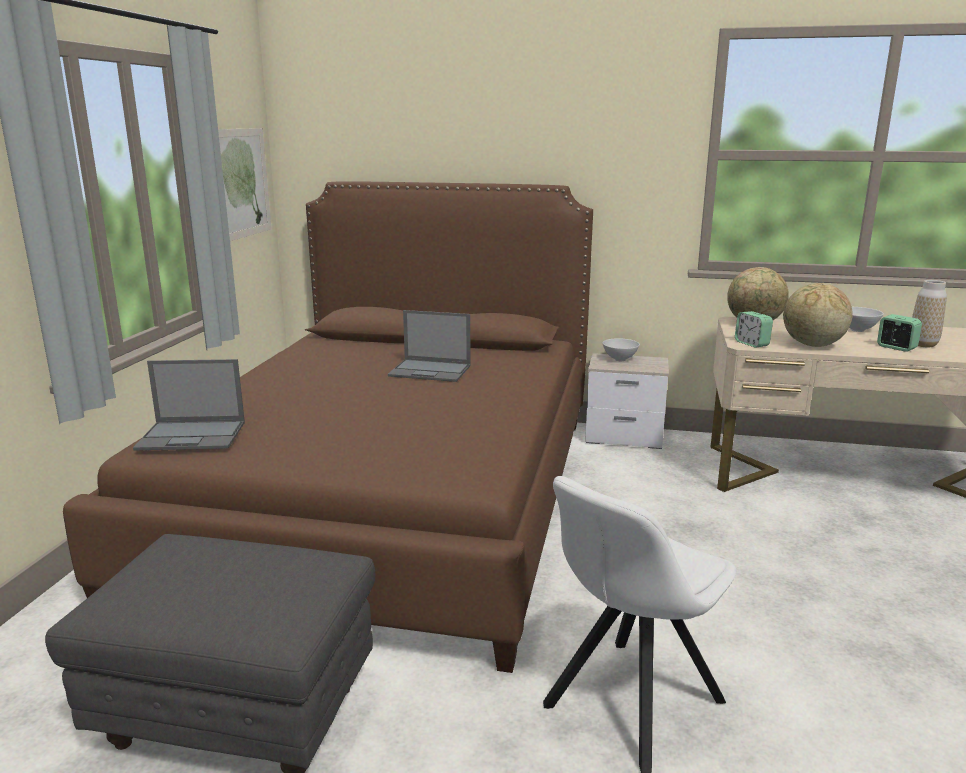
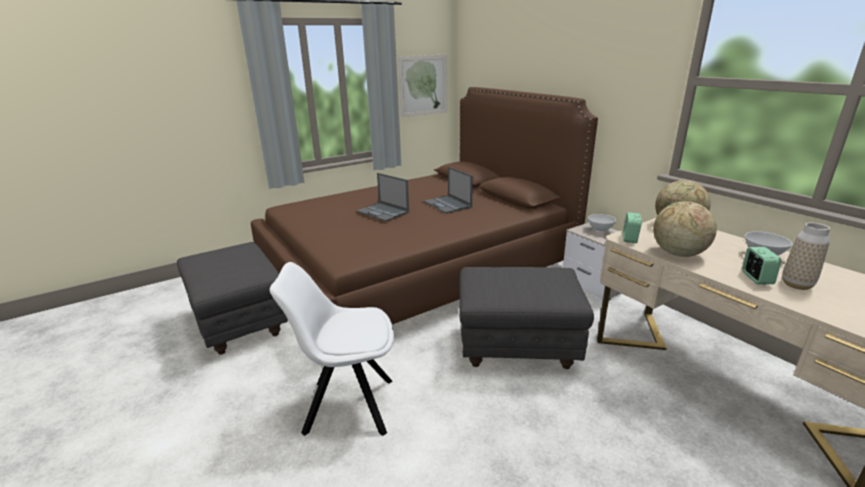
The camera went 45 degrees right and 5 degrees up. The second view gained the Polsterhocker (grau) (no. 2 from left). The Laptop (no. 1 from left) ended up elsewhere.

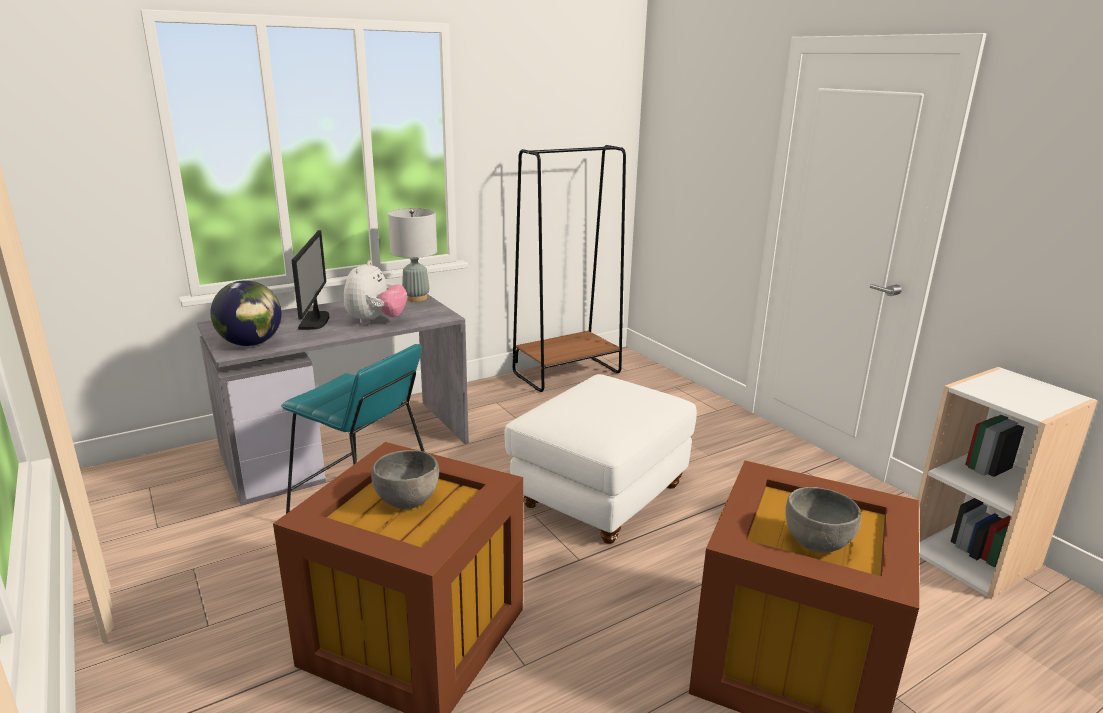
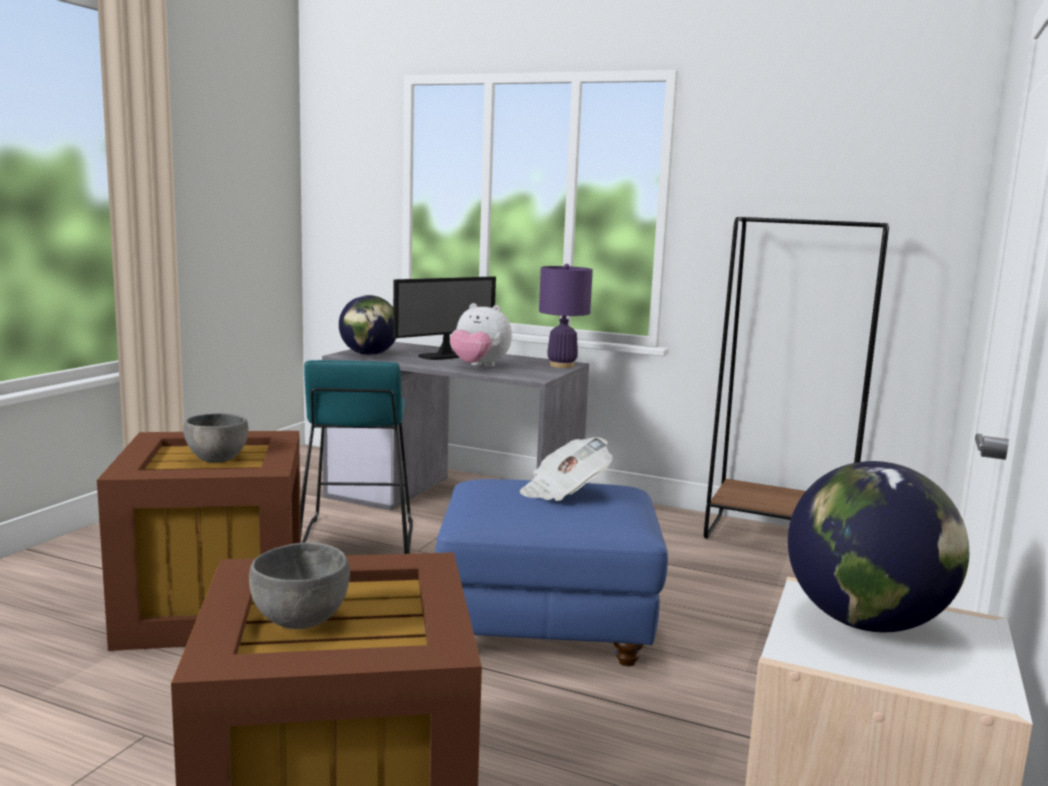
The camera went 55 degrees right and 10 degrees down. The second view gained the Zeitung. The second view gained the Globus (no. 2 from left). What was the Tischlampe (grau) turned into the Tischlampe (lila). What was the Polsterhocker (weiß) turned into the Polsterhocker (blau). The Plüschtier ended up facing another way, 45 degrees clockwise from before.

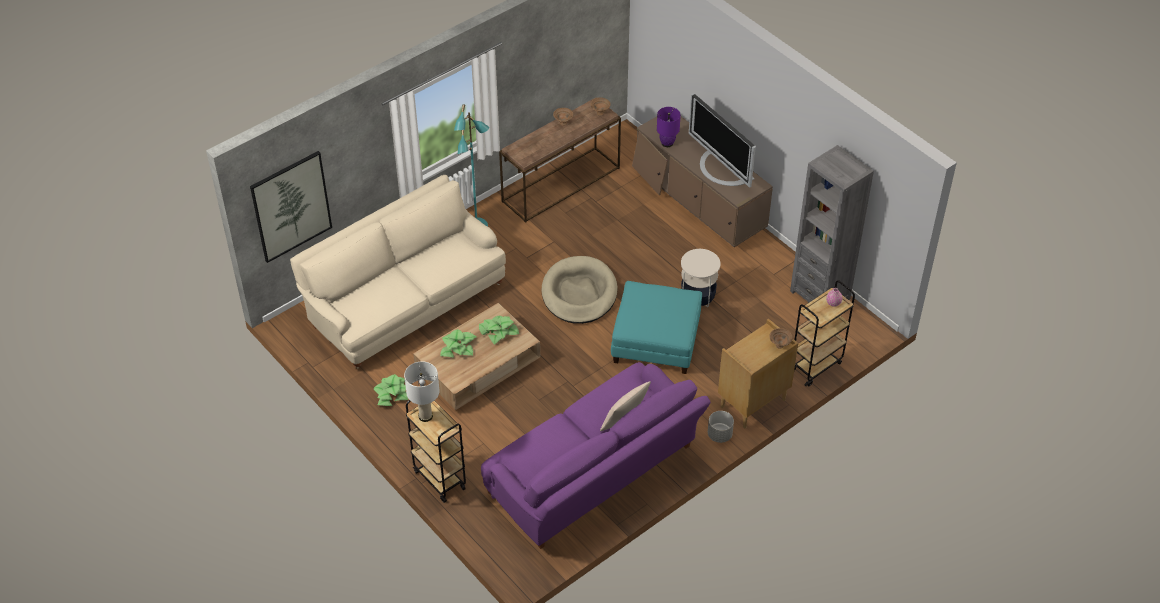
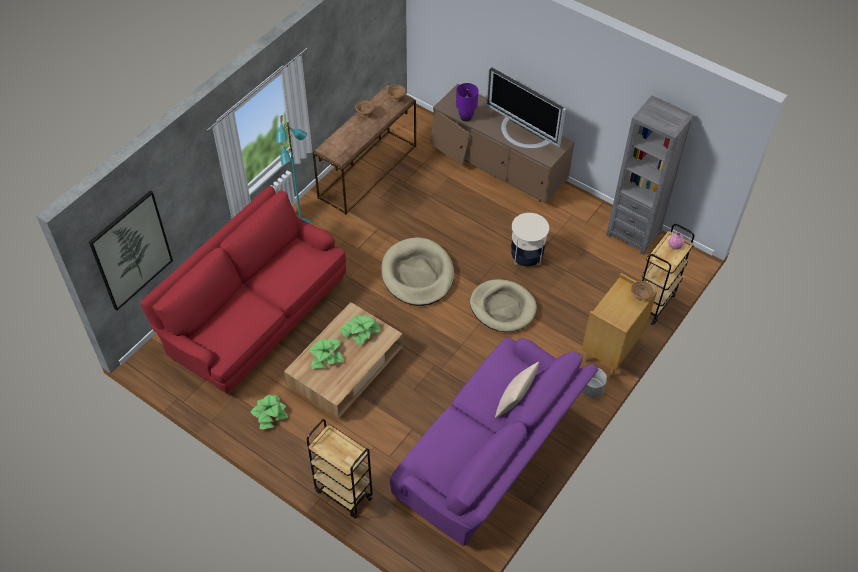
The camera went 15 degrees left and 5 degrees up. The second view lost the Tischlampe (weiß). Where the Polsterhocker (türkis) stood, the Hundebett (beige) (no. 2 from left) came to stand. What was the Sofa (beige) turned into the Sofa (rot).

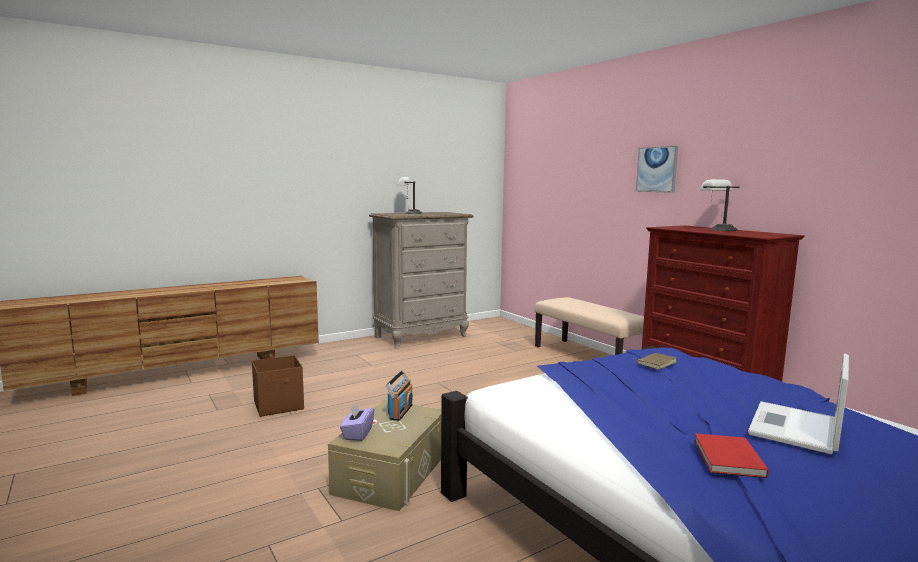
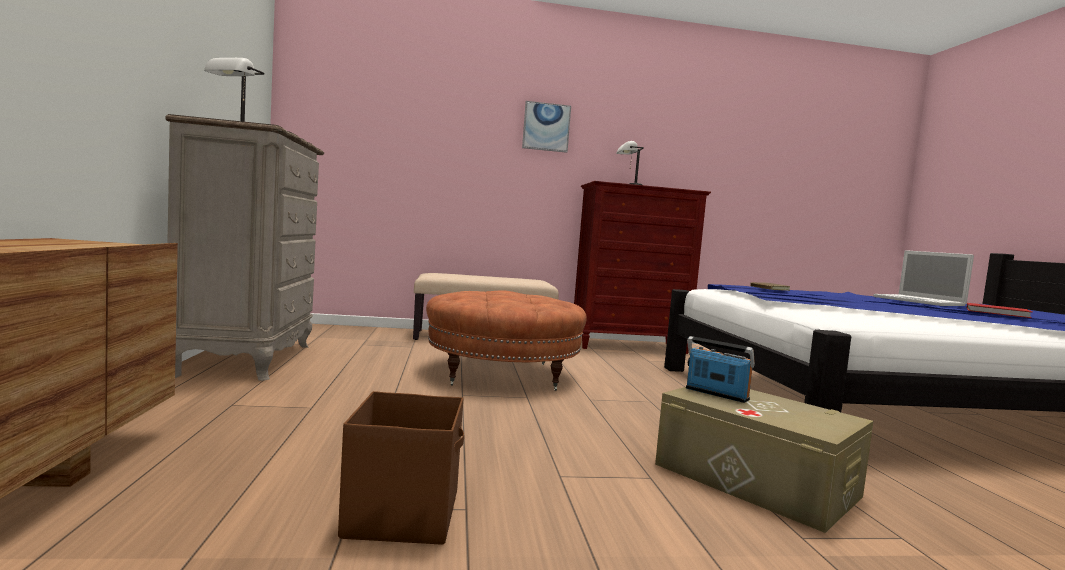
The camera went 65 degrees left and 5 degrees down. The second view lost the Taschentuchbox (lila). The second view gained the Polsterhocker (braun).

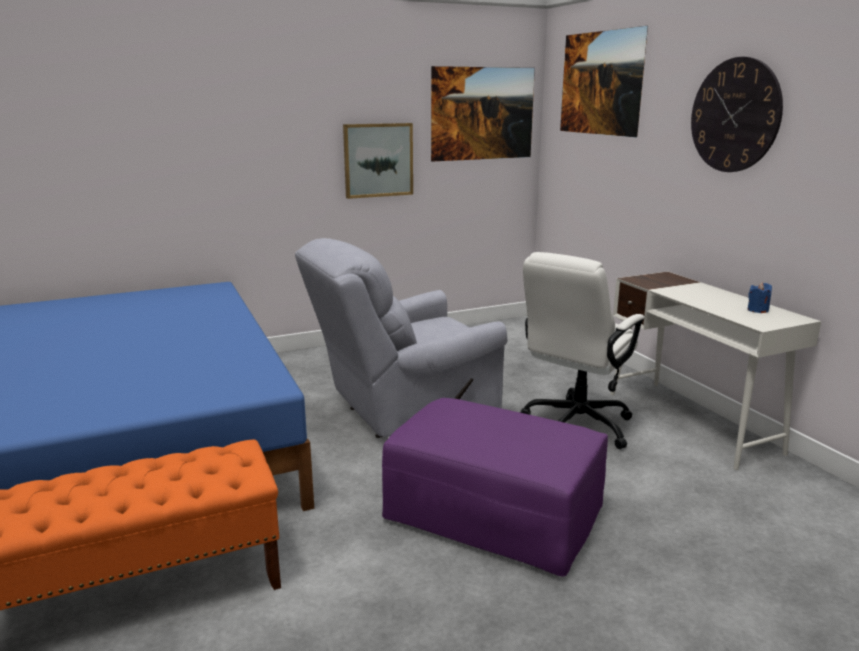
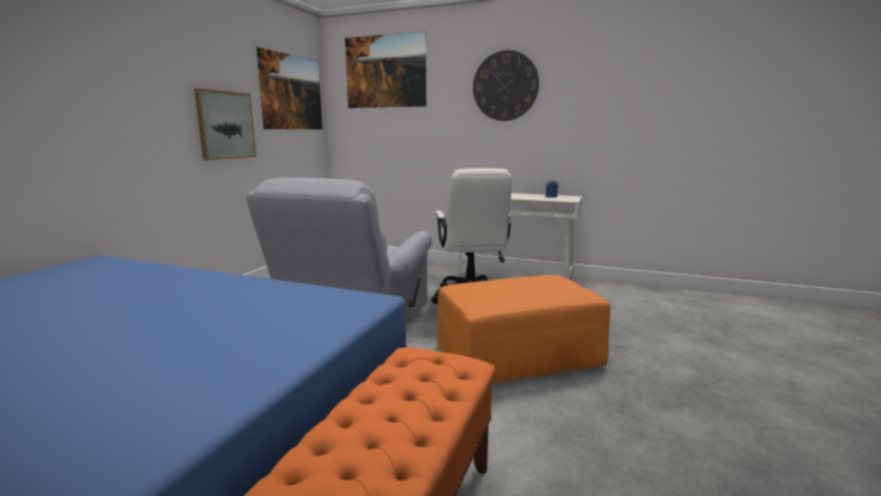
The camera went 45 degrees left and 5 degrees down. What was the Polsterhocker (lila) turned into the Polsterhocker (orange).

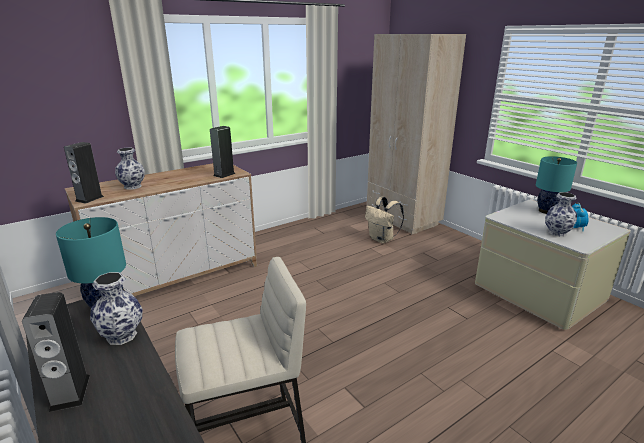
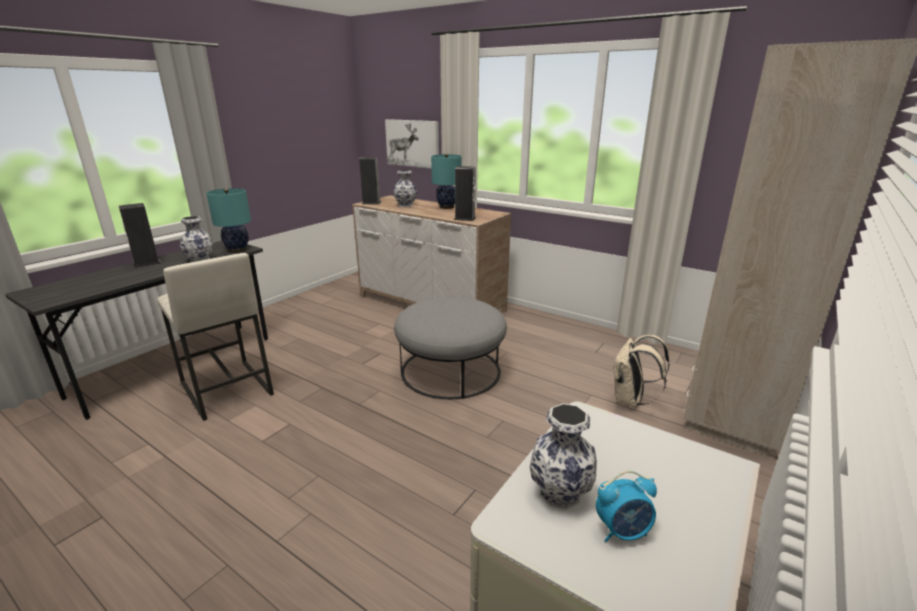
The camera went 70 degrees right and 0 degrees up. The second view gained the Bild. The second view gained the Polsterhocker (grau). The Tischlampe (türkis) (no. 2 from left) ended up elsewhere.

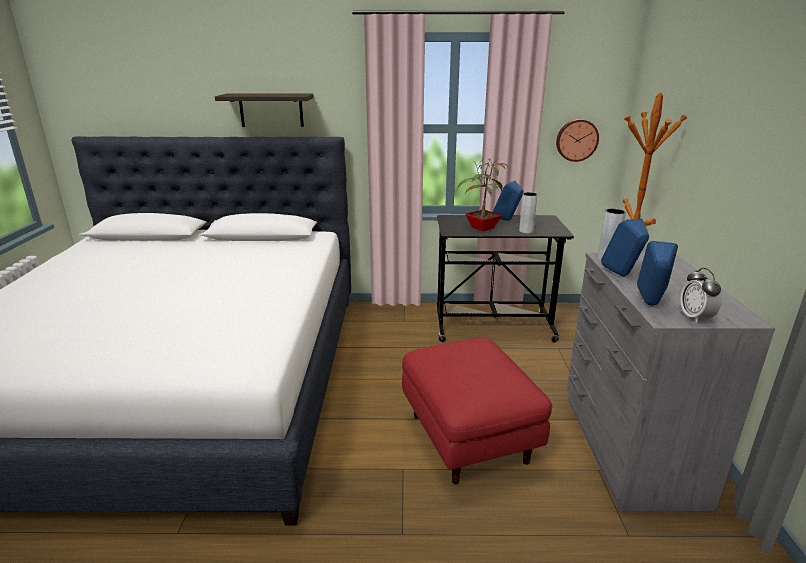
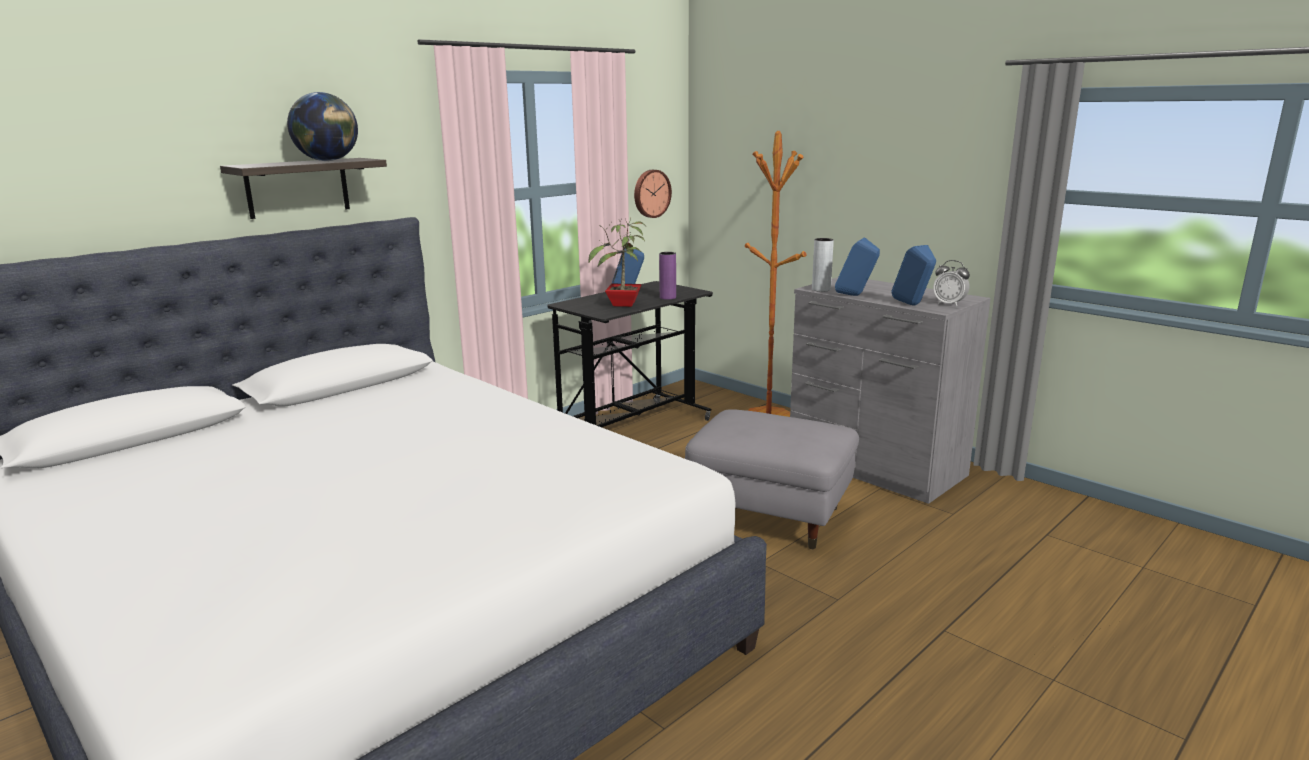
The camera went 45 degrees left and 5 degrees down. The second view gained the Globus. What was the Polsterhocker (rot) turned into the Polsterhocker (grau). What was the Vase (grau) (no. 1 from left) turned into the Vase (lila).

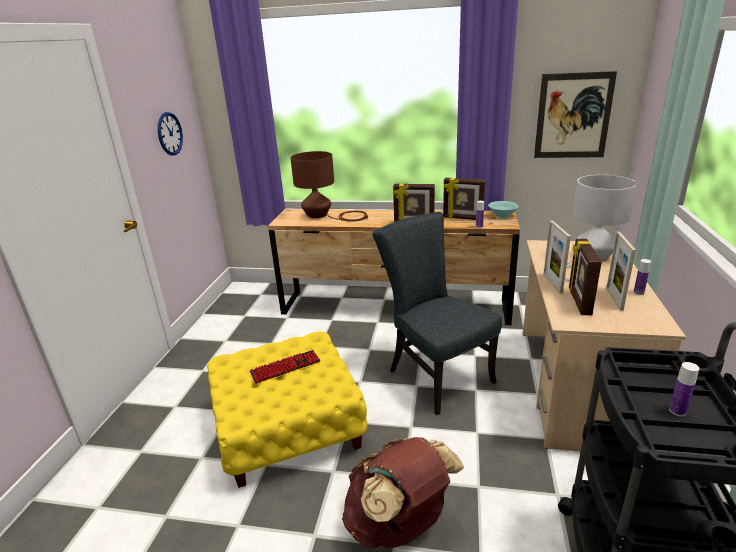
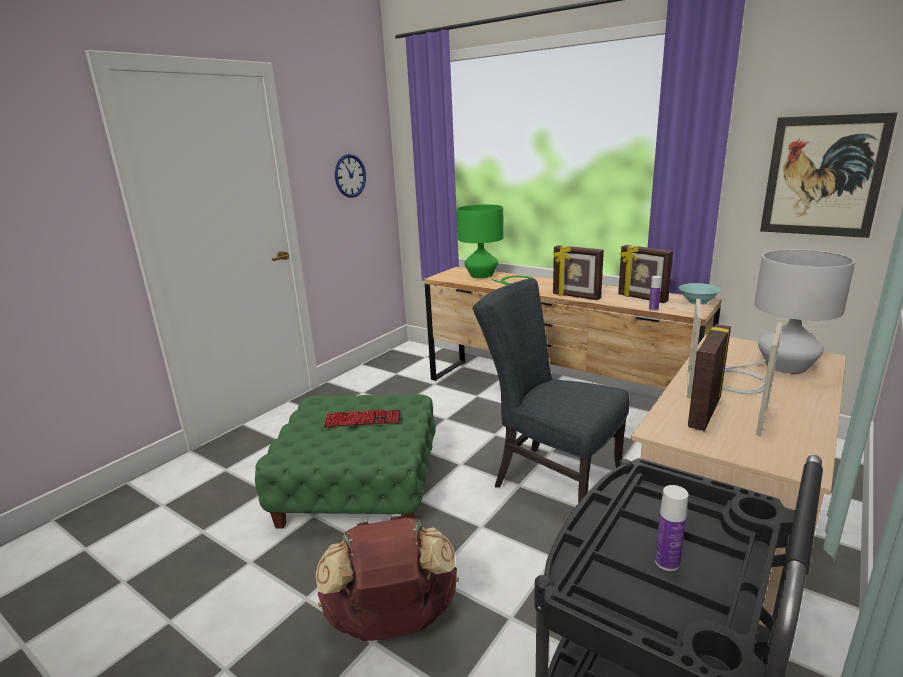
The camera went 25 degrees right and 5 degrees down. The second view lost the Flasche (no. 2 from left). What was the Polsterhocker (gelb) turned into the Polsterhocker (grün). What was the Tischlampe (braun) turned into the Tischlampe (grün). The Stuhl (grau) ended up facing another way, 45 degrees counterclockwise from before.

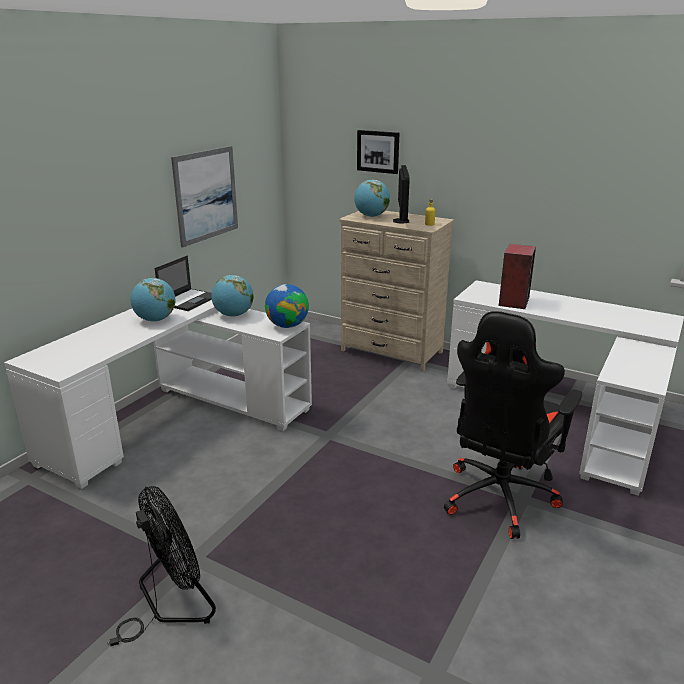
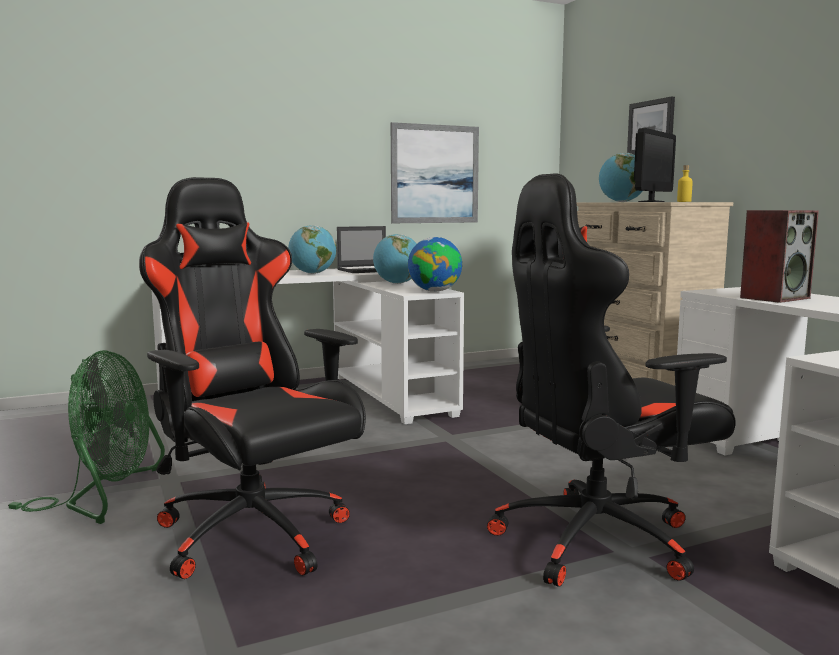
The camera went 35 degrees right and 15 degrees down. The second view gained the Bürostuhl (schwarz) (no. 1 from left). What was the Ventilator (schwarz) turned into the Ventilator (grün).

